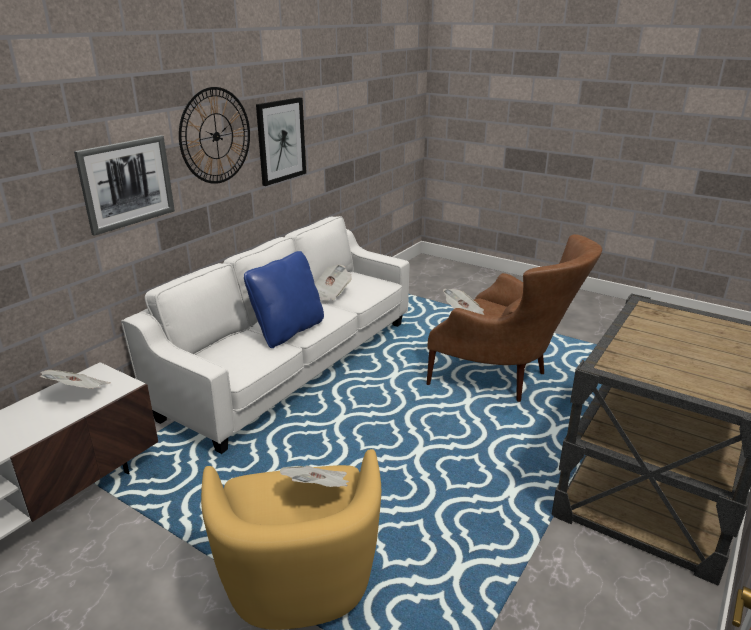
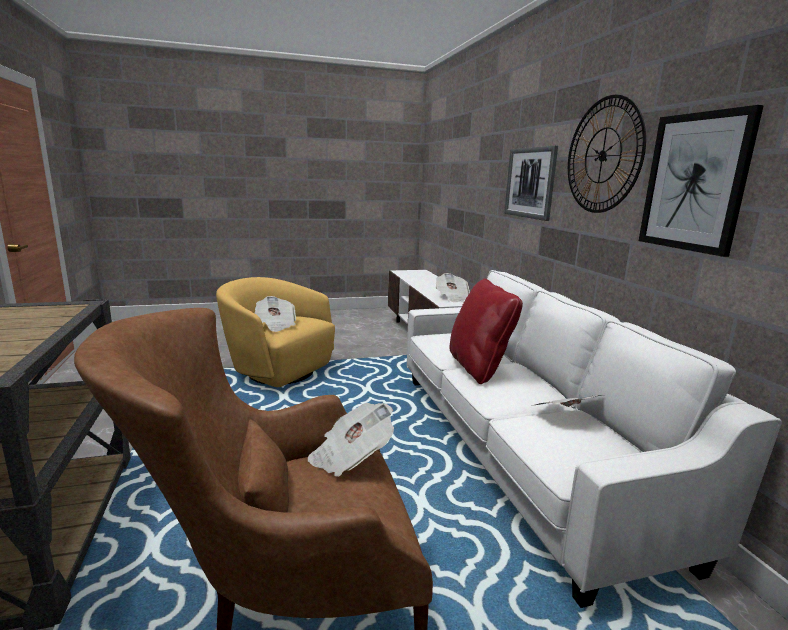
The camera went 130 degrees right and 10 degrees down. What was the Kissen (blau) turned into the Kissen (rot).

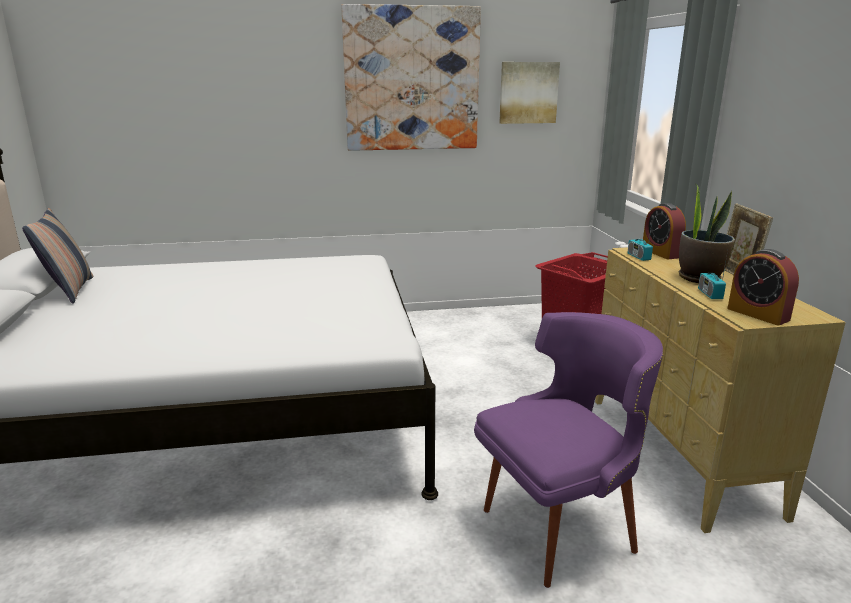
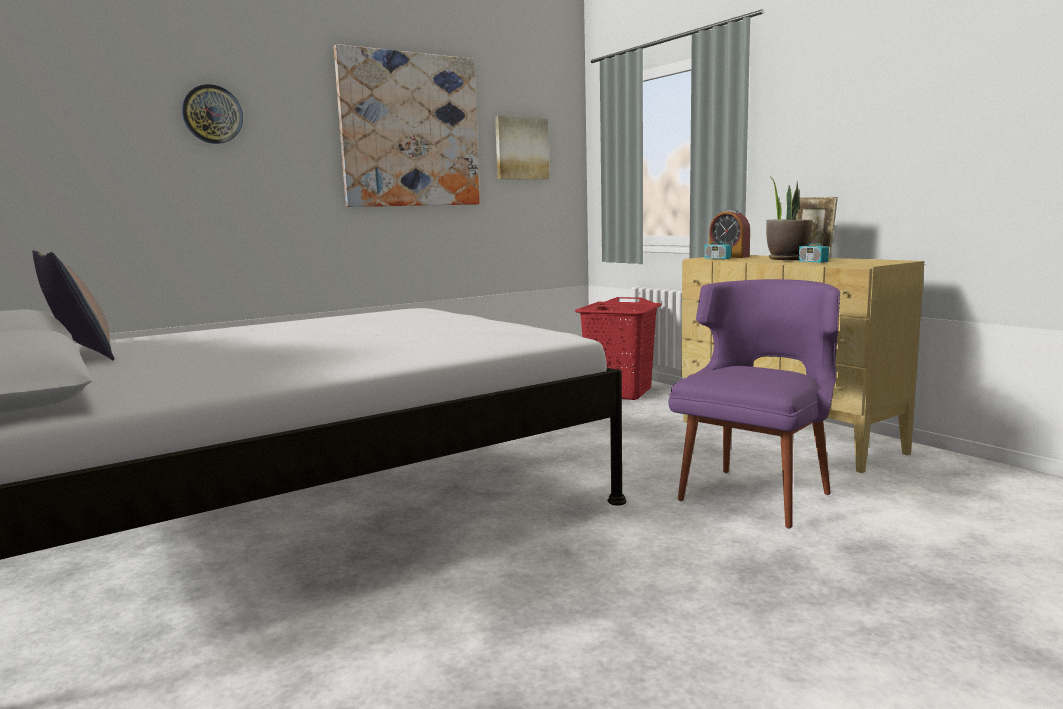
The camera went 25 degrees left and 10 degrees down. The second view lost the Wecker (no. 2 from left). The second view gained the Wanduhr.

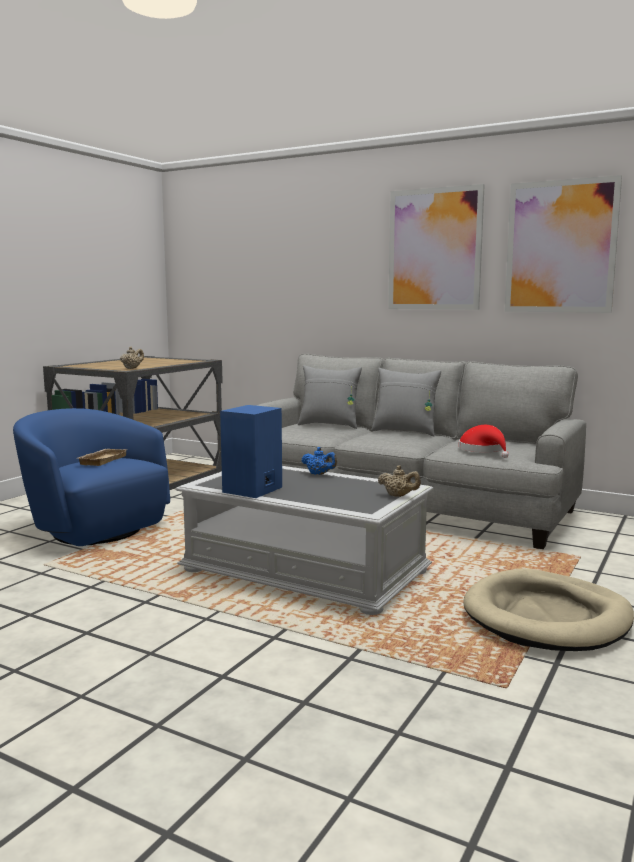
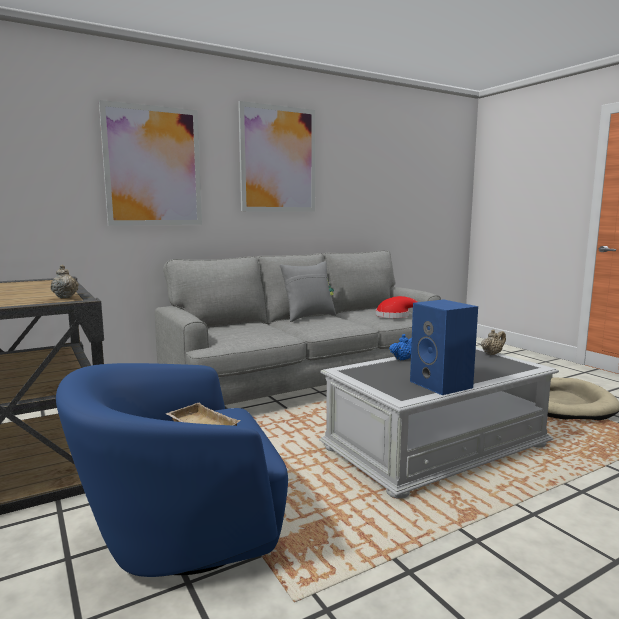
The camera went 60 degrees left and 0 degrees up. The second view lost the Kissen (grau) (no. 1 from left). The Bild (no. 2 from left in the first image) ended up elsewhere.

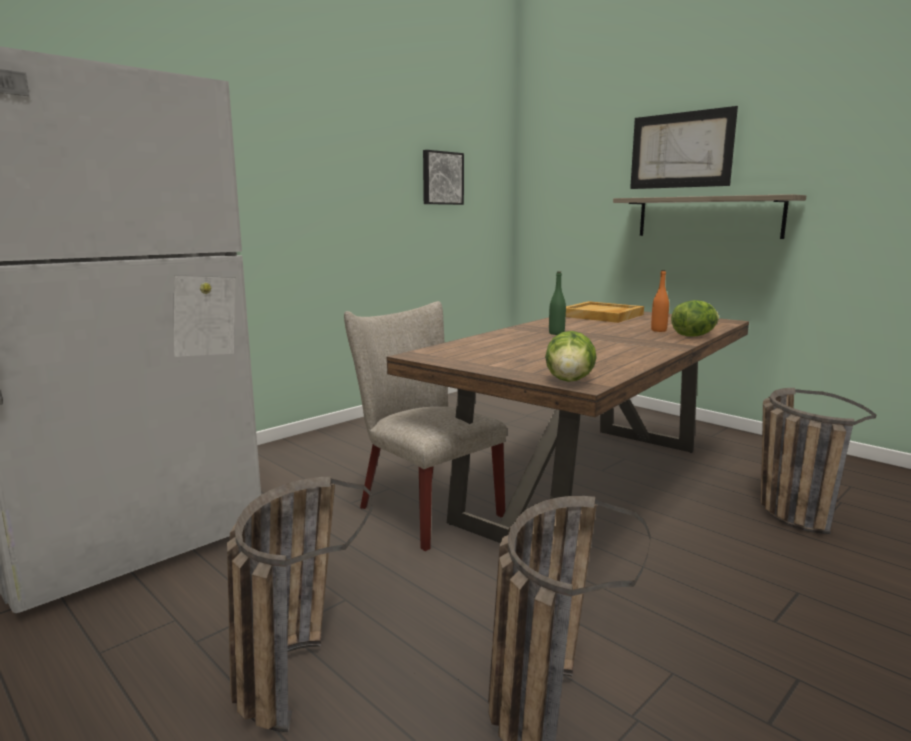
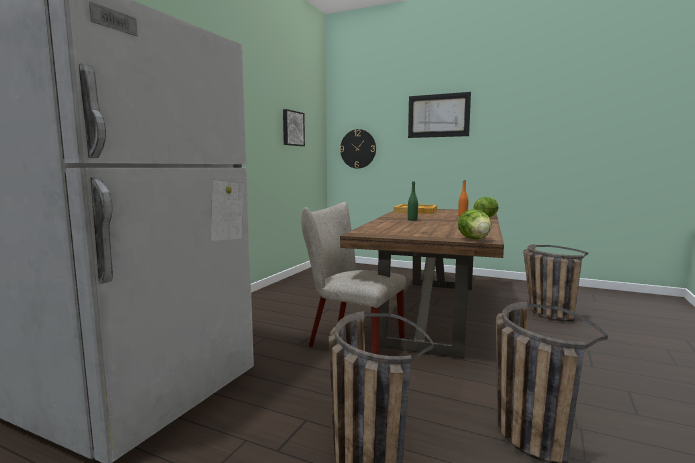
The camera went 20 degrees left and 5 degrees down. The second view lost the Wandregal. The second view gained the Wanduhr.

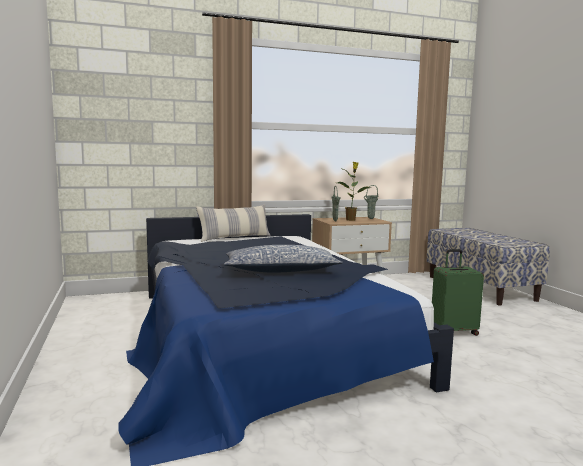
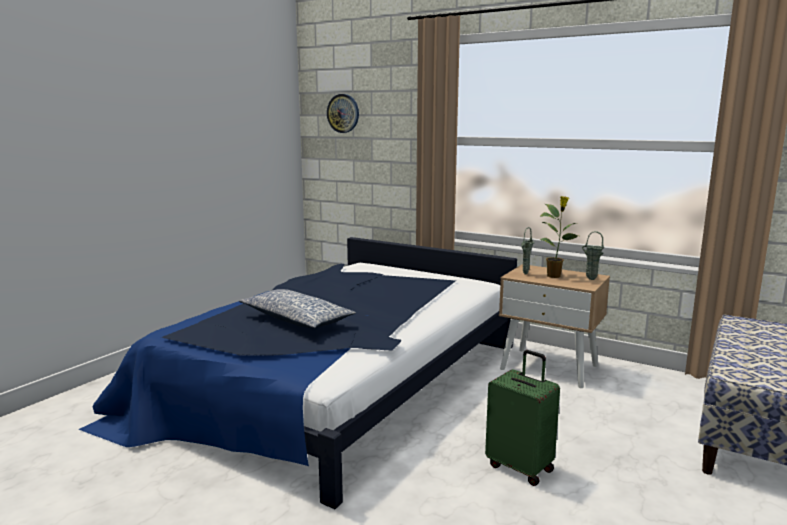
The camera went 50 degrees right and 5 degrees up. The second view lost the Kissen (no. 1 from left). The second view gained the Wanduhr.

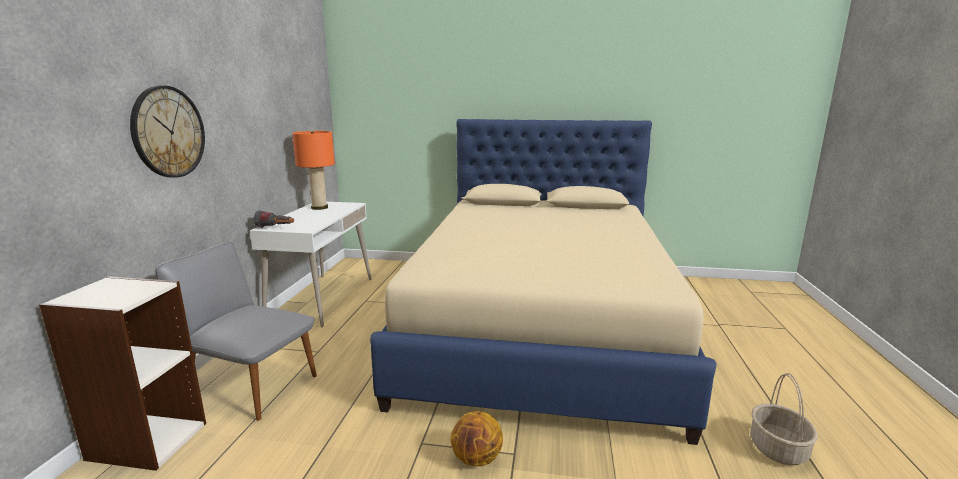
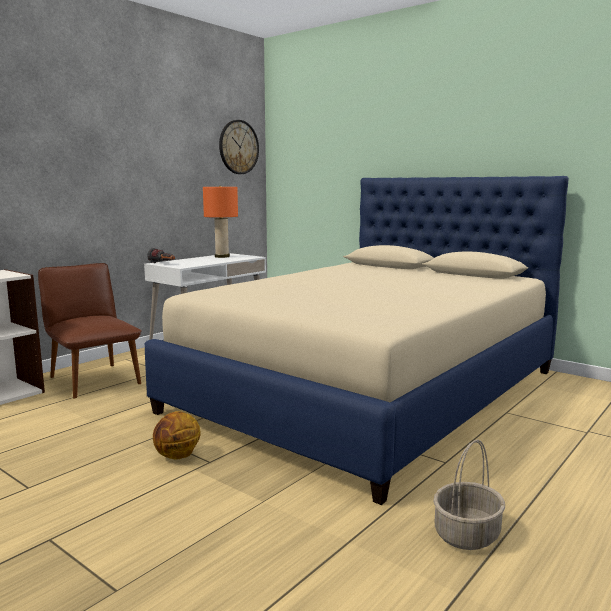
The camera went 30 degrees right and 5 degrees down. The Wanduhr ended up elsewhere. What was the Stuhl (grau) turned into the Stuhl (braun).

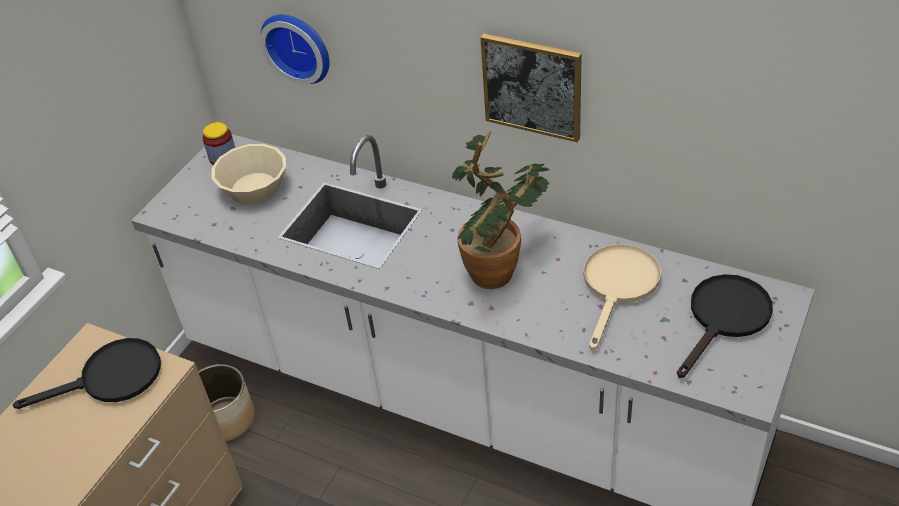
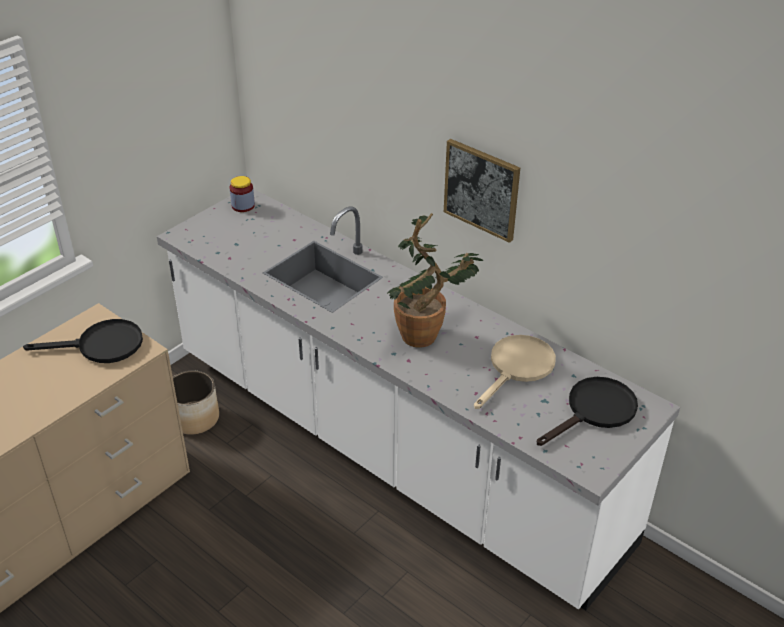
The camera went 10 degrees right and 5 degrees down. The second view lost the Schüssel (beige). The second view lost the Wanduhr.

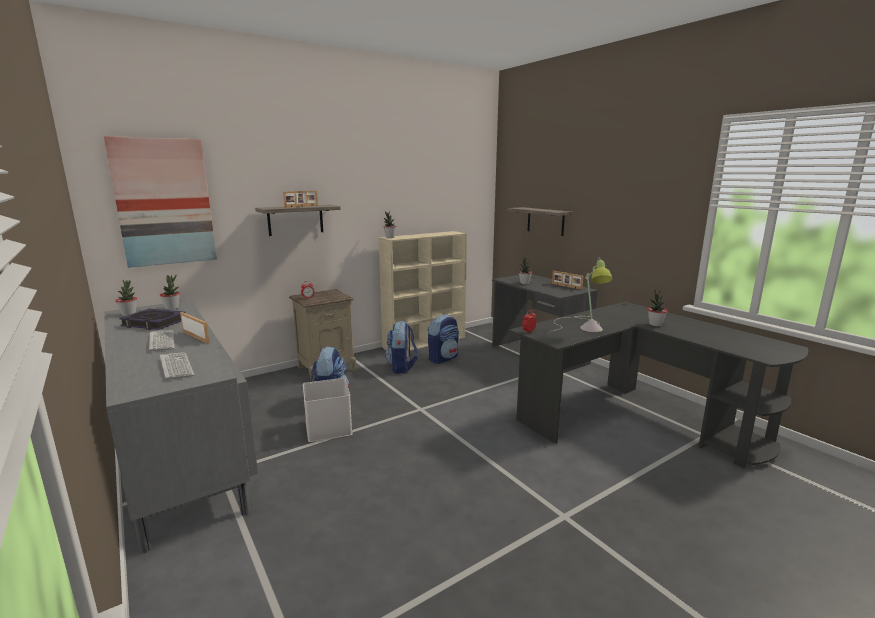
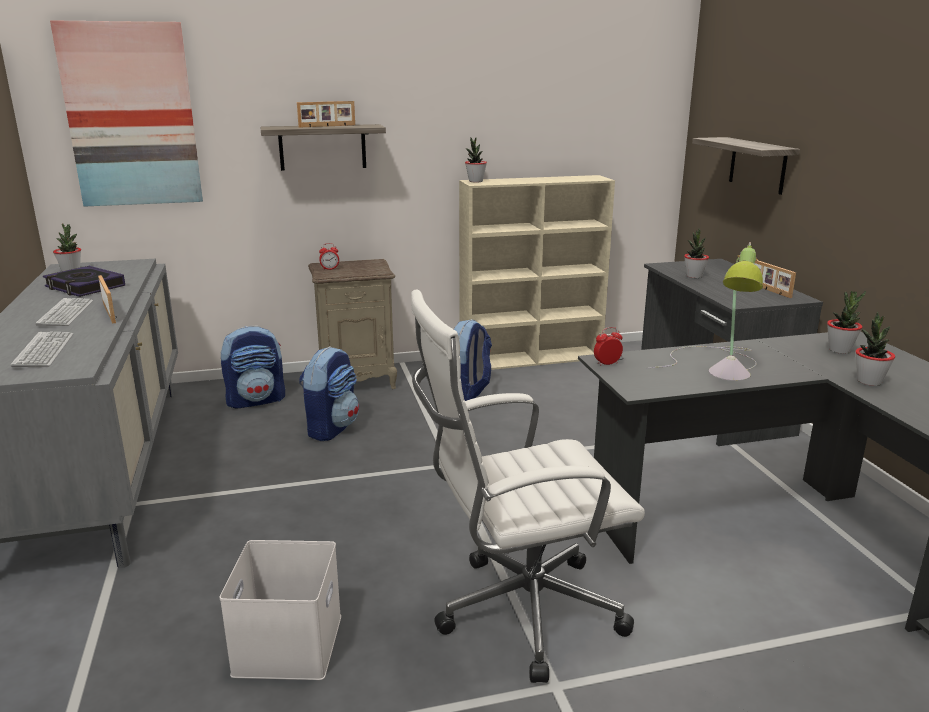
The camera went 20 degrees right and 5 degrees up. The second view gained the Bürostuhl (weiß). The Topfpflanze (no. 2 from left in the first image) ended up elsewhere. The Aufbewahrungsbox (weiß) ended up elsewhere. The Rucksack (no. 3 from left in the first image) ended up elsewhere.

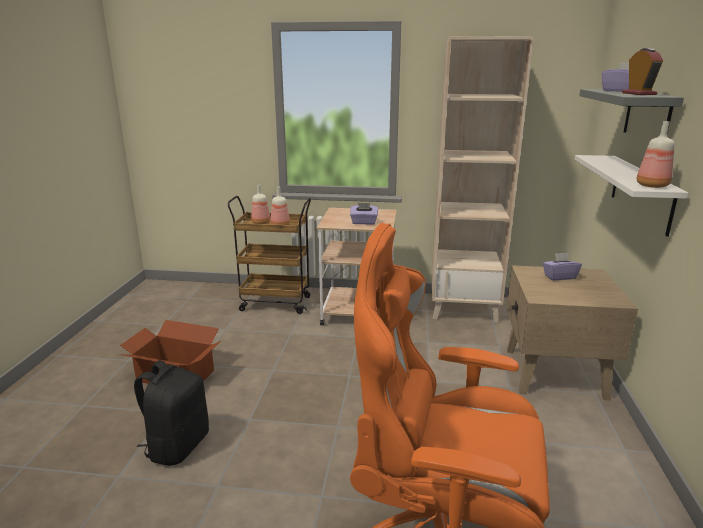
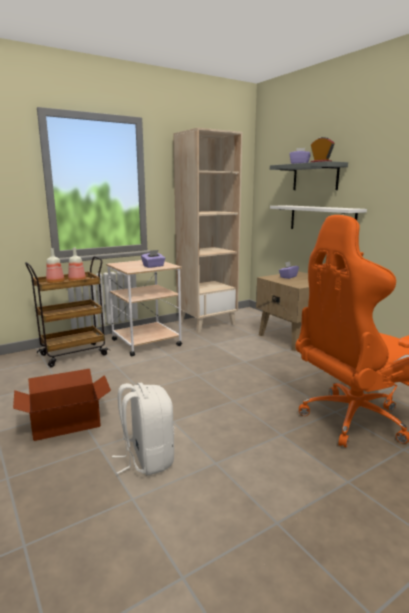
The camera went 40 degrees left and 5 degrees down. The second view lost the Flasche (no. 3 from left). What was the Rucksack (schwarz) turned into the Rucksack (weiß).

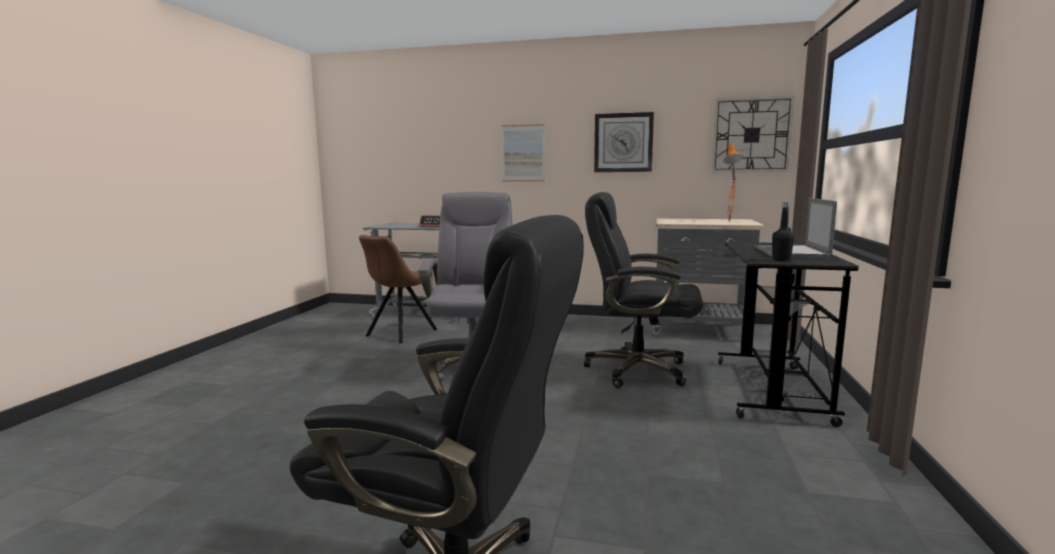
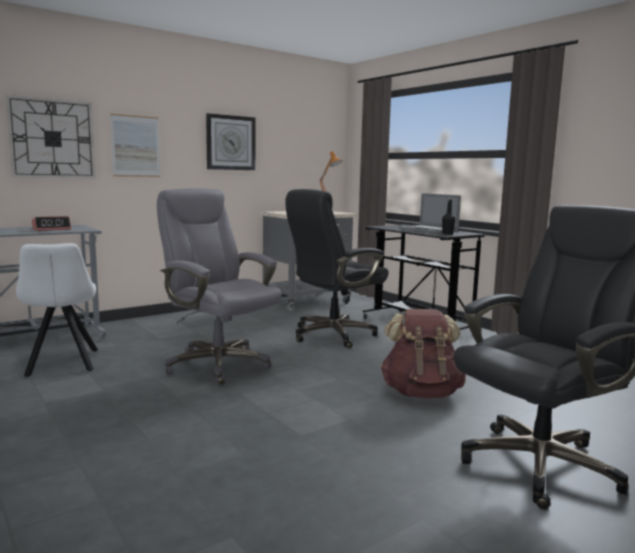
The camera went 50 degrees left and 0 degrees up. The second view gained the Rucksack (braun). The Wanduhr (no. 2 from left in the first image) ended up elsewhere. What was the Stuhl (braun) turned into the Stuhl (weiß).

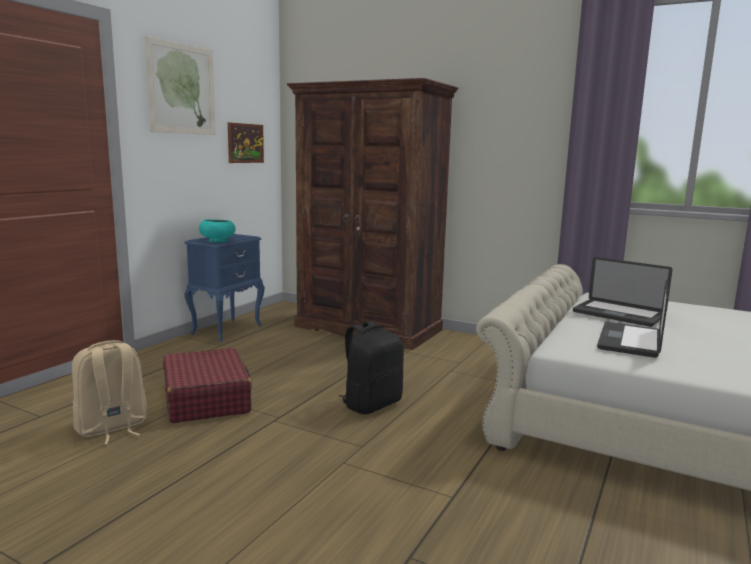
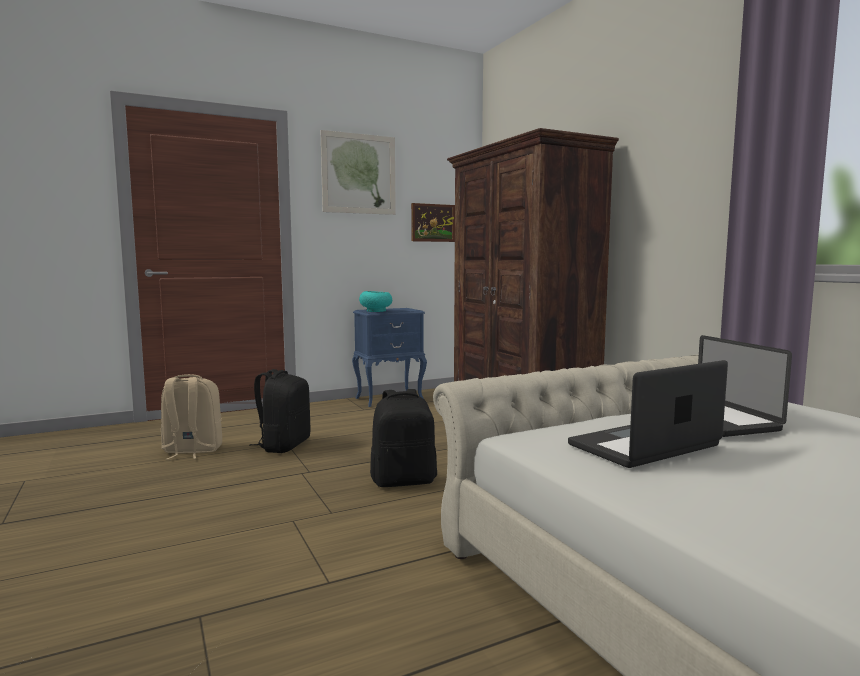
The camera went 35 degrees right and 5 degrees down. Where the Koffer (rot) stood, the Rucksack (schwarz) (no. 1 from left) came to stand.

